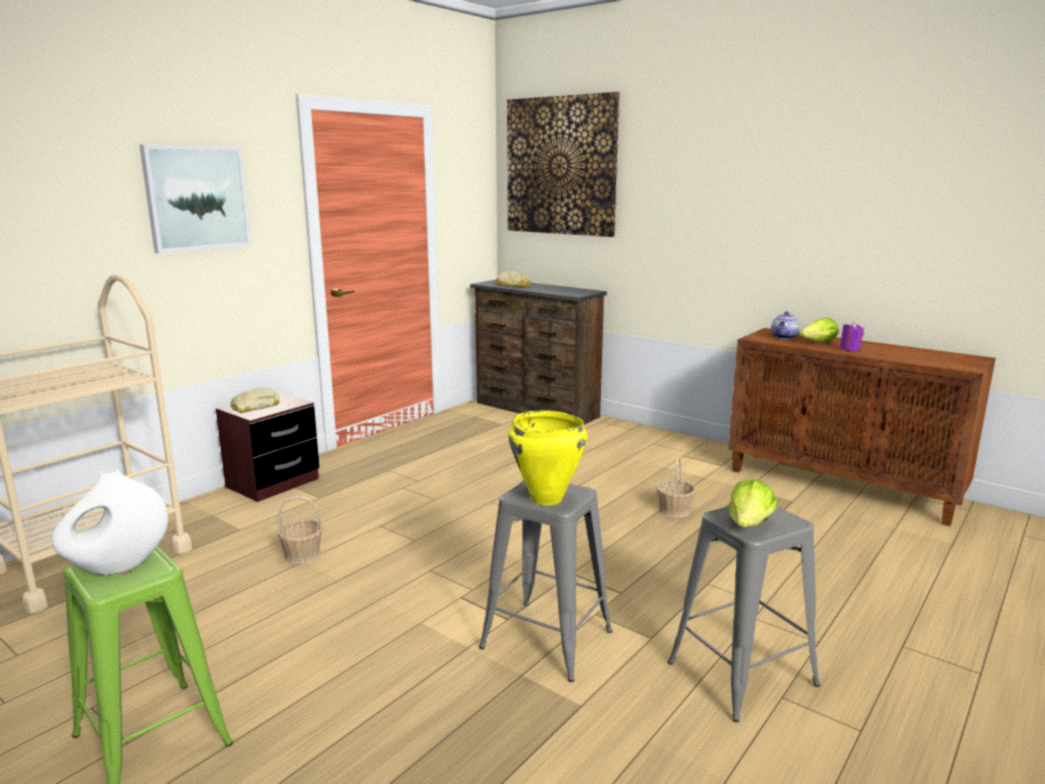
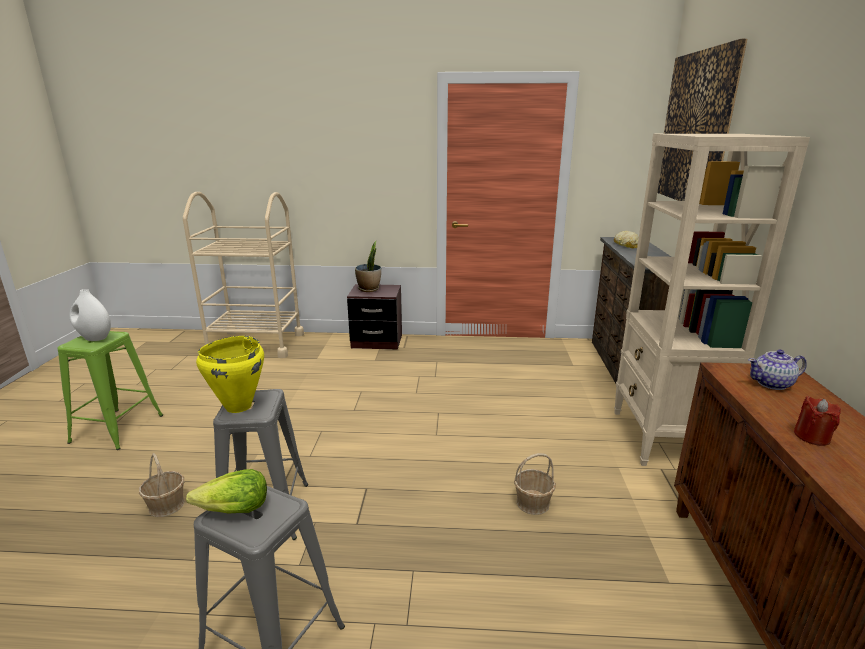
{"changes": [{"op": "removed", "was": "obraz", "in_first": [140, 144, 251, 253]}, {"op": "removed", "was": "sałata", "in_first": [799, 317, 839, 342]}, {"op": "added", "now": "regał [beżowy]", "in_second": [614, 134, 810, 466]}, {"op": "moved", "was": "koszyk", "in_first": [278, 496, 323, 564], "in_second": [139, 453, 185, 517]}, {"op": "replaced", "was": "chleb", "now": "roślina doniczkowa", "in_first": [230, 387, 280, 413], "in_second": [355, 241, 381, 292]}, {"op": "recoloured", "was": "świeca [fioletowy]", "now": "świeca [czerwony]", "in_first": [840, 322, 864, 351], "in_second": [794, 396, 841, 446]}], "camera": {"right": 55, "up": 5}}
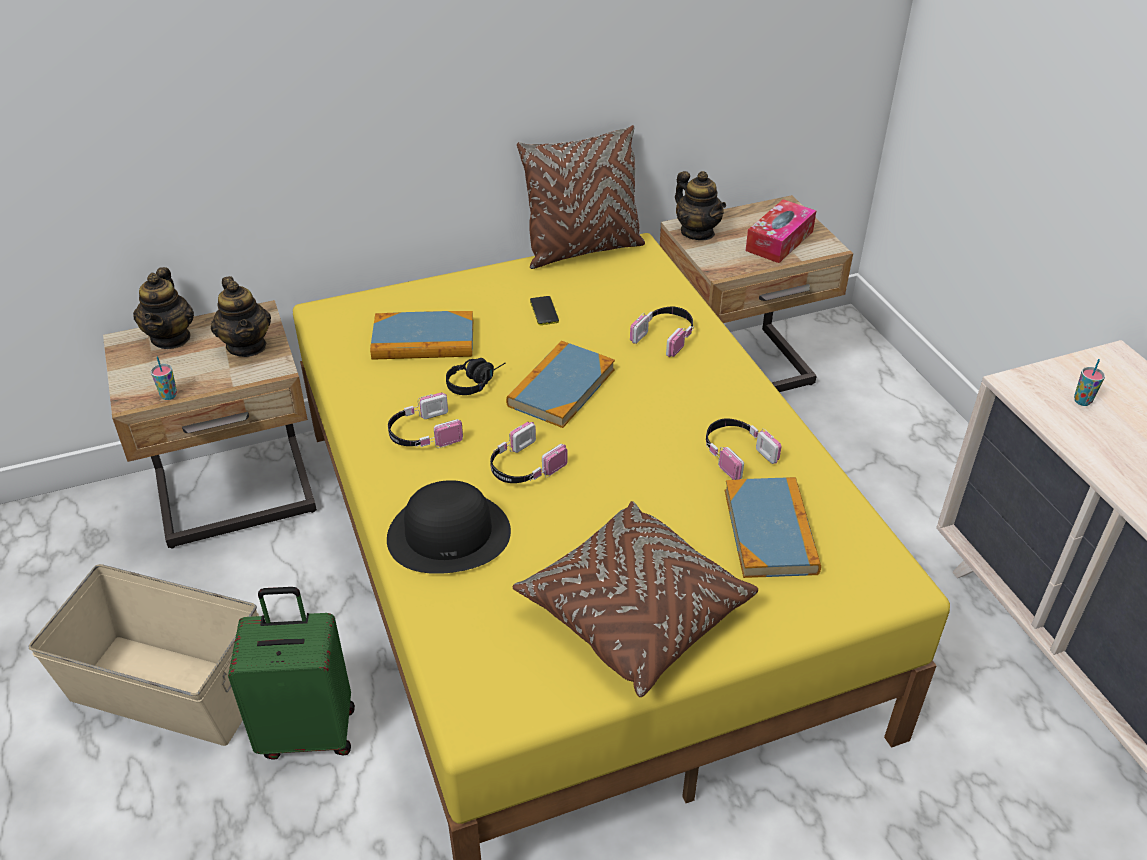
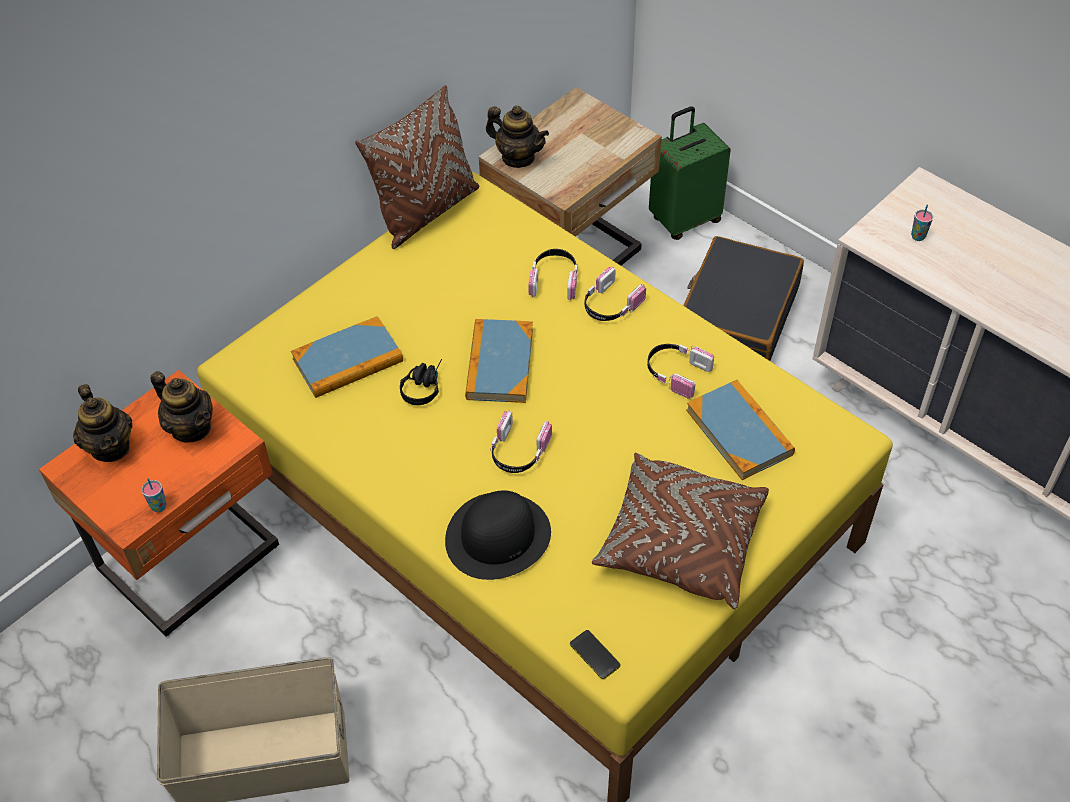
{"changes": [{"op": "removed", "was": "pudełko chusteczek", "in_first": [745, 199, 816, 263]}, {"op": "added", "now": "walizka [czarny]", "in_second": [683, 236, 804, 361]}, {"op": "moved", "was": "walizka [zielony]", "in_first": [228, 587, 355, 760], "in_second": [649, 106, 731, 240]}, {"op": "moved", "was": "słuchawki", "in_first": [388, 393, 463, 448], "in_second": [585, 267, 646, 321]}, {"op": "moved", "was": "telefon", "in_first": [530, 296, 559, 325], "in_second": [570, 630, 620, 679]}, {"op": "recoloured", "was": "szafka nocna [beżowy]", "now": "szafka nocna [pomarańczowy]", "in_first": [103, 300, 317, 548], "in_second": [39, 370, 279, 637]}], "camera": {"right": -25, "up": 10}}
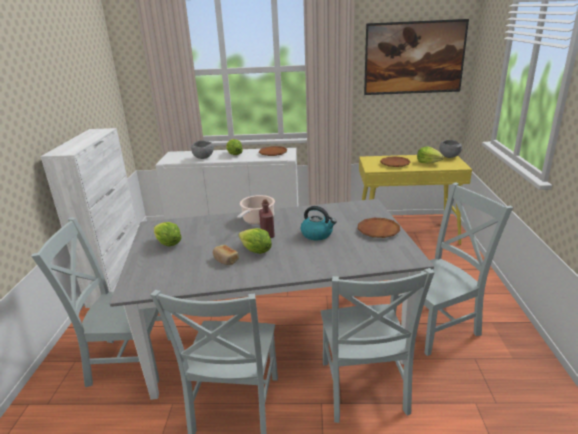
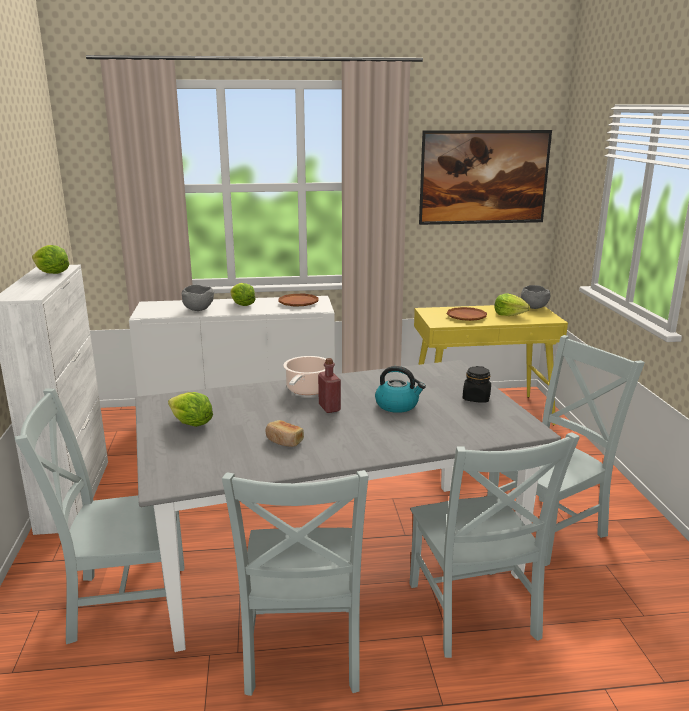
{"changes": [{"op": "moved", "was": "sałata", "in_first": [238, 228, 272, 254], "in_second": [32, 245, 69, 274]}, {"op": "replaced", "was": "talerz [brązowy]", "now": "słoik [czarny]", "in_first": [358, 218, 400, 238], "in_second": [463, 366, 491, 403]}], "camera": {"right": -10, "up": -5}}
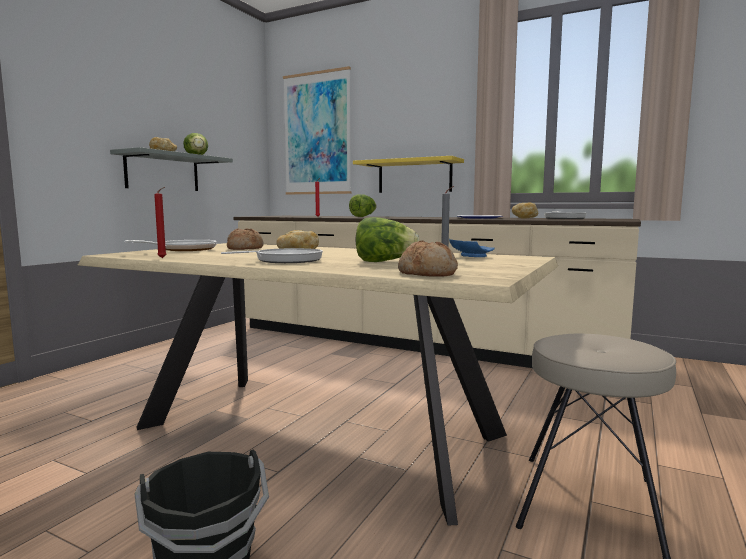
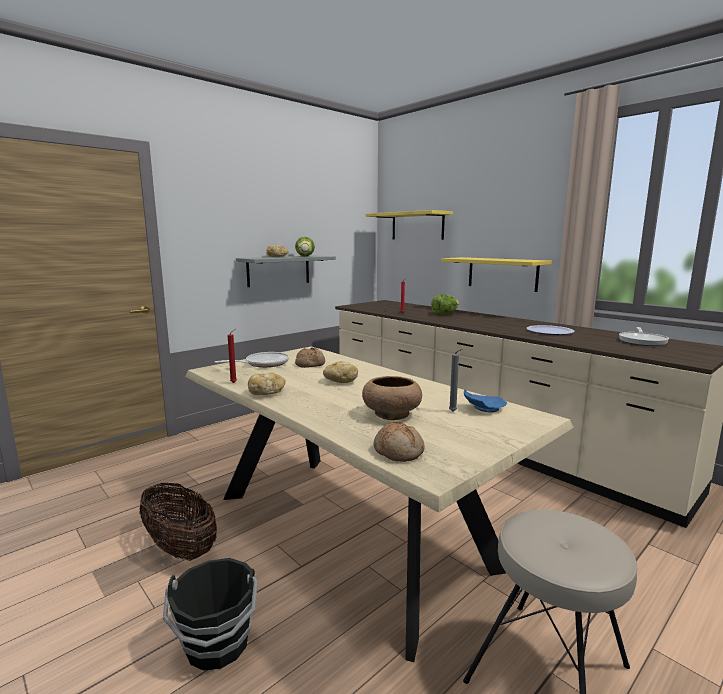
{"changes": [{"op": "removed", "was": "patelnia", "in_first": [221, 248, 323, 263]}, {"op": "added", "now": "koszyk", "in_second": [139, 483, 217, 561]}, {"op": "moved", "was": "chleb", "in_first": [512, 202, 538, 219], "in_second": [248, 372, 286, 395]}, {"op": "replaced", "was": "obraz", "now": "półka [żółty]", "in_first": [283, 66, 351, 195], "in_second": [366, 210, 453, 240]}, {"op": "replaced", "was": "sałata", "now": "miska [brązowy]", "in_first": [356, 217, 419, 262], "in_second": [362, 376, 422, 420]}], "camera": {"right": 20, "up": 5}}
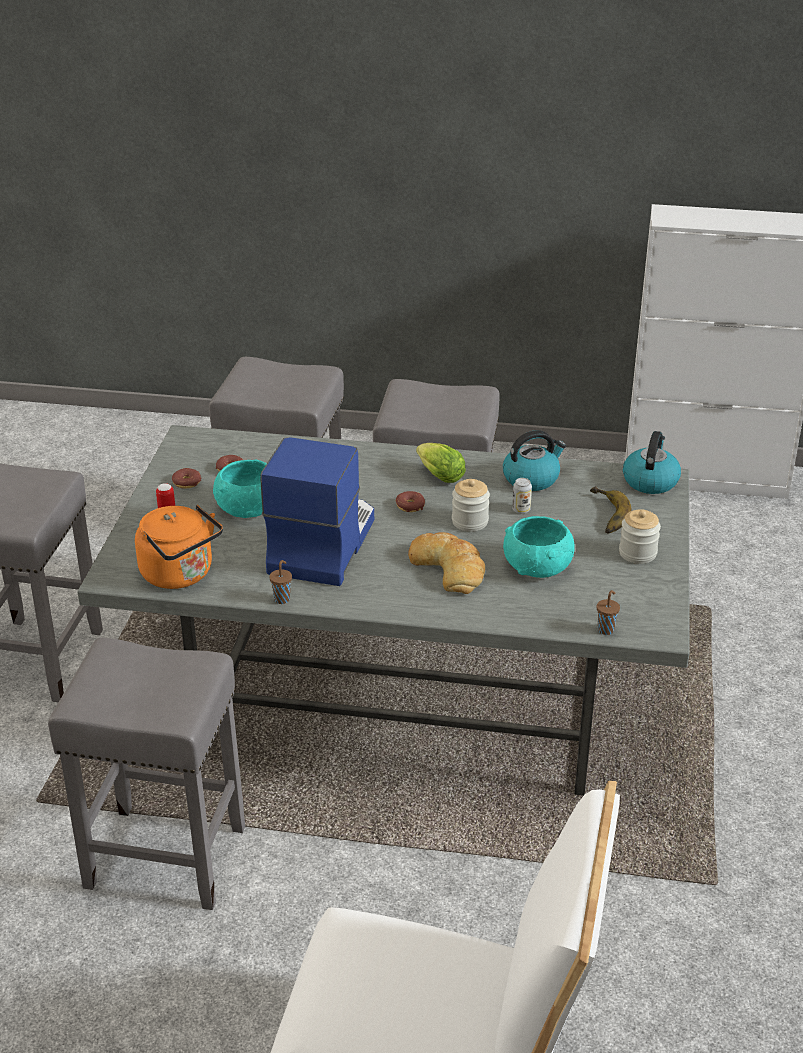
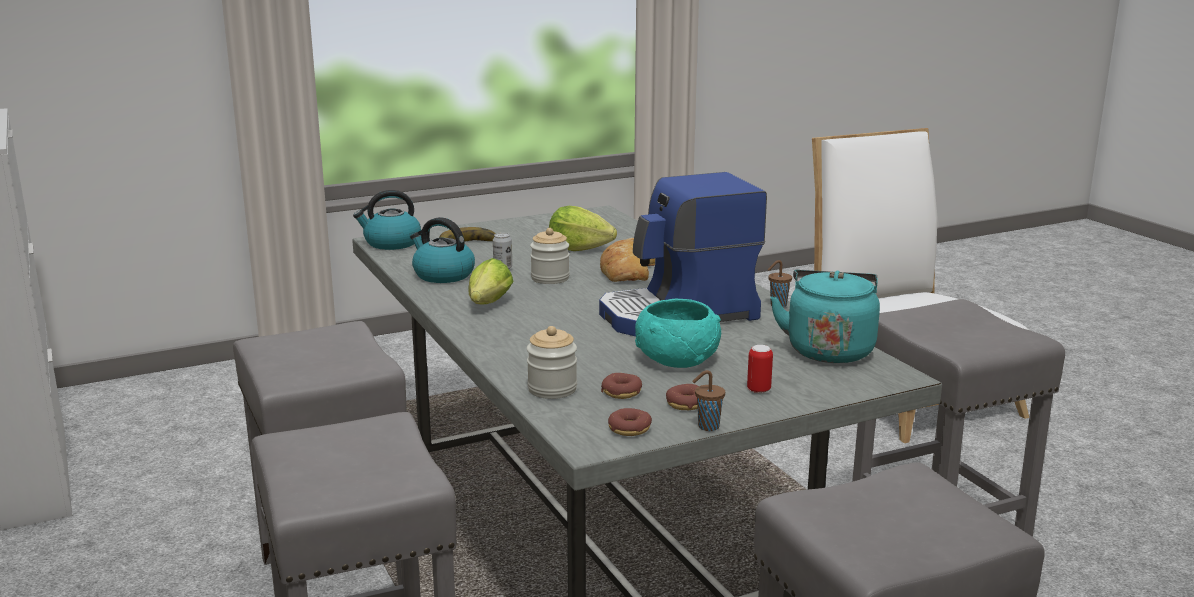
{"changes": [{"op": "moved", "was": "donut", "in_first": [396, 491, 425, 512], "in_second": [608, 408, 652, 436]}, {"op": "moved", "was": "filiżanka [brązowy]", "in_first": [597, 590, 620, 635], "in_second": [692, 370, 725, 431]}, {"op": "moved", "was": "słoik", "in_first": [619, 509, 661, 564], "in_second": [527, 326, 577, 399]}, {"op": "replaced", "was": "miska [turkusowy]", "now": "sałata", "in_first": [503, 516, 575, 578], "in_second": [549, 206, 617, 251]}, {"op": "recoloured", "was": "czajnik [pomarańczowy]", "now": "czajnik [turkusowy]", "in_first": [135, 505, 223, 589], "in_second": [770, 270, 880, 363]}], "camera": {"right": -125, "up": -15}}
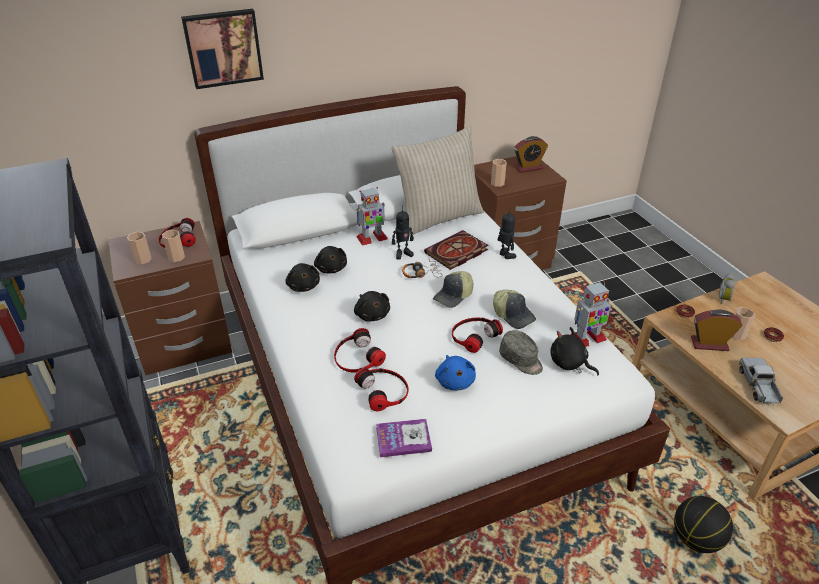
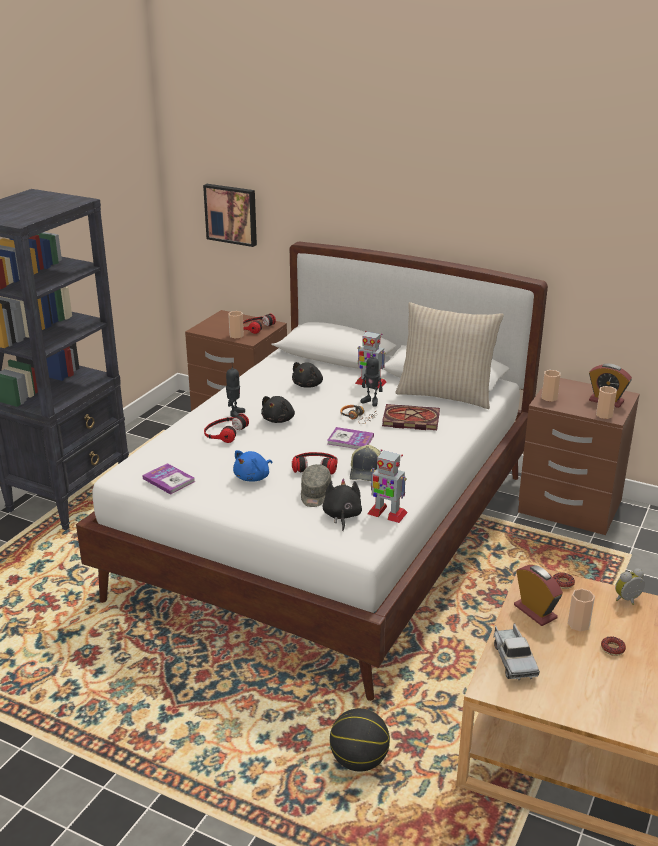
{"changes": [{"op": "removed", "was": "pluszak [czarny]", "in_first": [285, 263, 320, 292]}, {"op": "removed", "was": "słuchawki", "in_first": [354, 368, 409, 411]}, {"op": "moved", "was": "filiżanka", "in_first": [127, 232, 152, 264], "in_second": [596, 386, 617, 419]}, {"op": "moved", "was": "obraz", "in_first": [181, 9, 264, 89], "in_second": [203, 184, 257, 247]}, {"op": "moved", "was": "robot zabawkowy", "in_first": [497, 208, 516, 259], "in_second": [226, 367, 245, 417]}, {"op": "replaced", "was": "czapka z daszkiem", "now": "książka", "in_first": [433, 271, 473, 308], "in_second": [327, 427, 374, 449]}, {"op": "turned", "was": "ciężarówka zabawkowa", "in_first": [739, 358, 783, 406], "in_second": [494, 624, 540, 680], "clockwise": 120}], "camera": {"right": 50, "up": -10}}
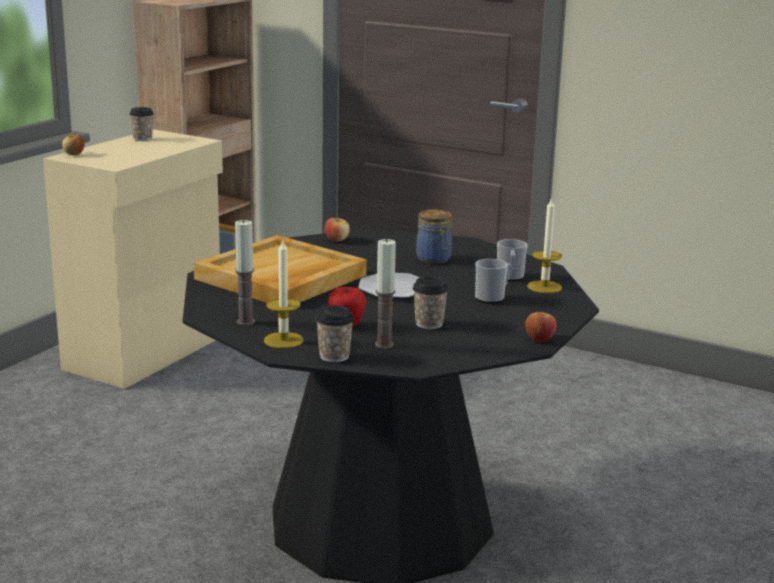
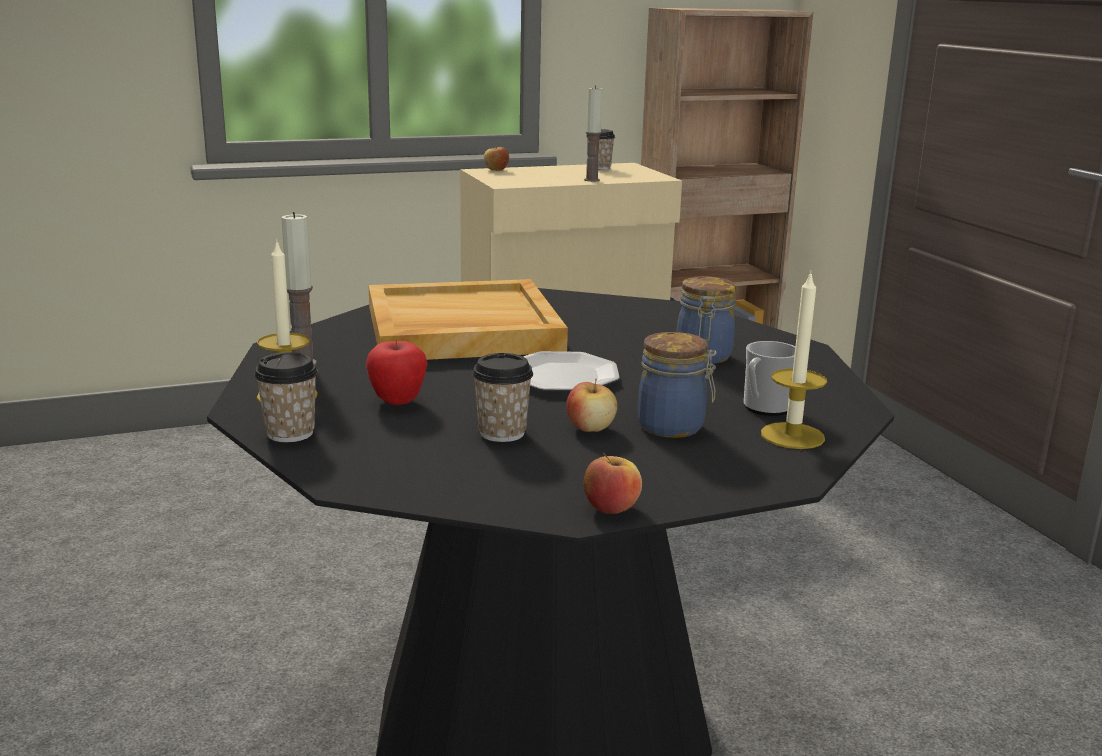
{"changes": [{"op": "moved", "was": "jabłko", "in_first": [324, 216, 350, 242], "in_second": [566, 379, 618, 432]}, {"op": "moved", "was": "świeca", "in_first": [375, 238, 396, 349], "in_second": [584, 85, 603, 182]}, {"op": "replaced", "was": "kubek", "now": "słoik", "in_first": [475, 259, 512, 304], "in_second": [637, 332, 717, 438]}], "camera": {"right": 40, "up": 0}}
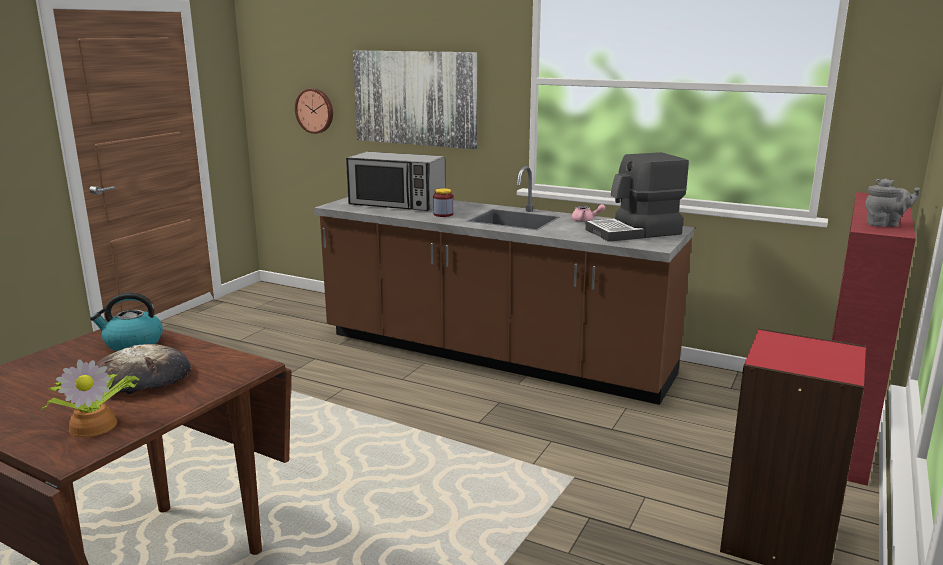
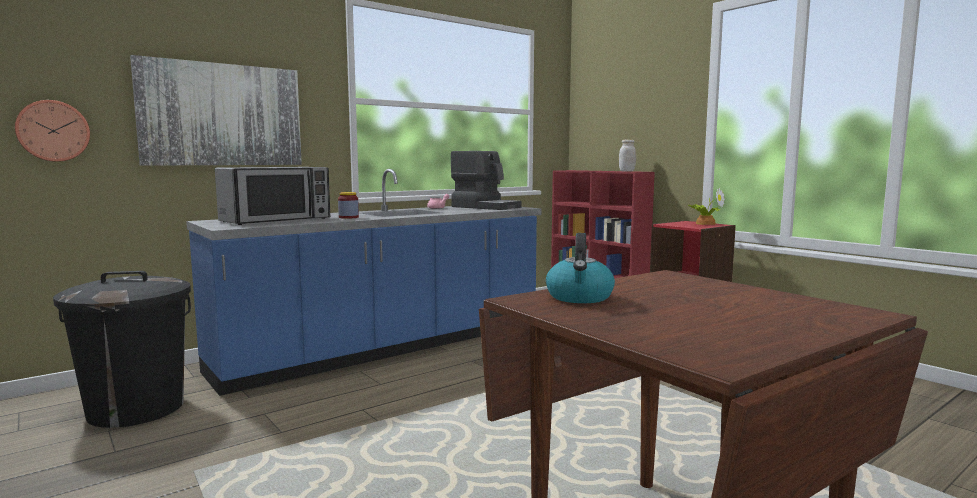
{"changes": [{"op": "removed", "was": "chleb", "in_first": [95, 344, 191, 395]}, {"op": "added", "now": "kosz na śmieci [czarny]", "in_second": [53, 271, 191, 428]}, {"op": "moved", "was": "roślina doniczkowa", "in_first": [41, 359, 139, 437], "in_second": [688, 188, 725, 225]}, {"op": "replaced", "was": "imbryk [szary]", "now": "słoik [biały]", "in_first": [865, 178, 920, 227], "in_second": [619, 140, 636, 172]}, {"op": "recoloured", "was": "zabudowa kuchenna [brązowy]", "now": "zabudowa kuchenna [niebieski]", "in_first": [314, 166, 695, 405], "in_second": [186, 169, 541, 396]}, {"op": "turned", "was": "ekspres do kawy", "in_first": [585, 152, 689, 242], "in_second": [451, 151, 522, 210], "clockwise": -60}], "camera": {"right": -65, "up": -10}}
